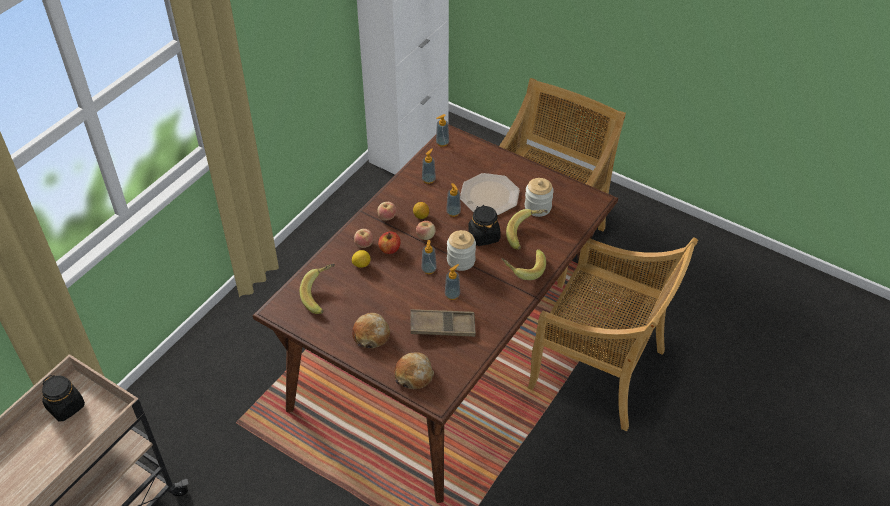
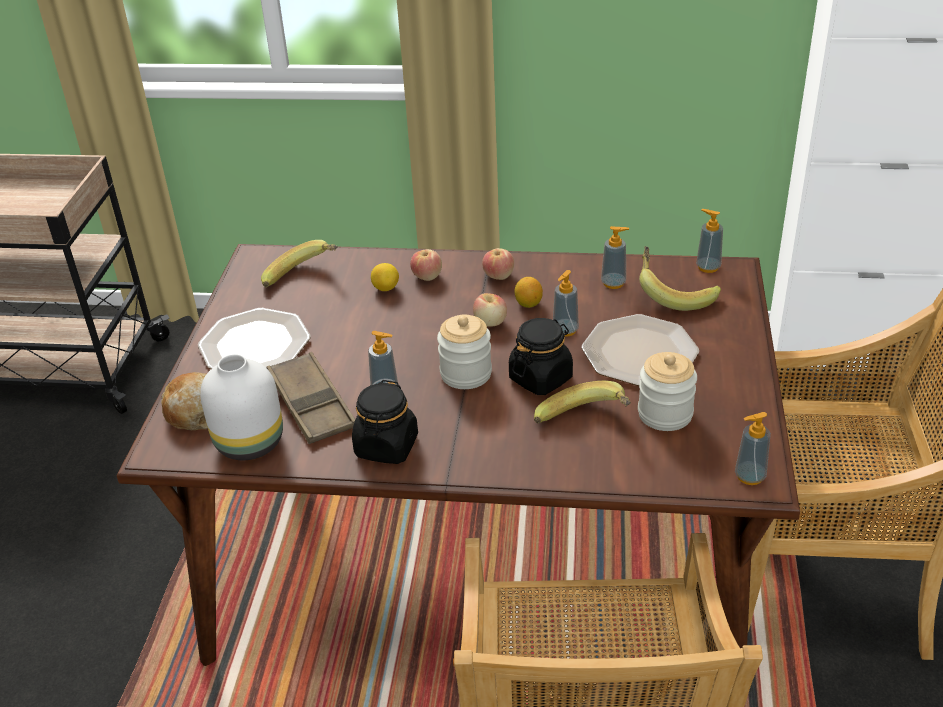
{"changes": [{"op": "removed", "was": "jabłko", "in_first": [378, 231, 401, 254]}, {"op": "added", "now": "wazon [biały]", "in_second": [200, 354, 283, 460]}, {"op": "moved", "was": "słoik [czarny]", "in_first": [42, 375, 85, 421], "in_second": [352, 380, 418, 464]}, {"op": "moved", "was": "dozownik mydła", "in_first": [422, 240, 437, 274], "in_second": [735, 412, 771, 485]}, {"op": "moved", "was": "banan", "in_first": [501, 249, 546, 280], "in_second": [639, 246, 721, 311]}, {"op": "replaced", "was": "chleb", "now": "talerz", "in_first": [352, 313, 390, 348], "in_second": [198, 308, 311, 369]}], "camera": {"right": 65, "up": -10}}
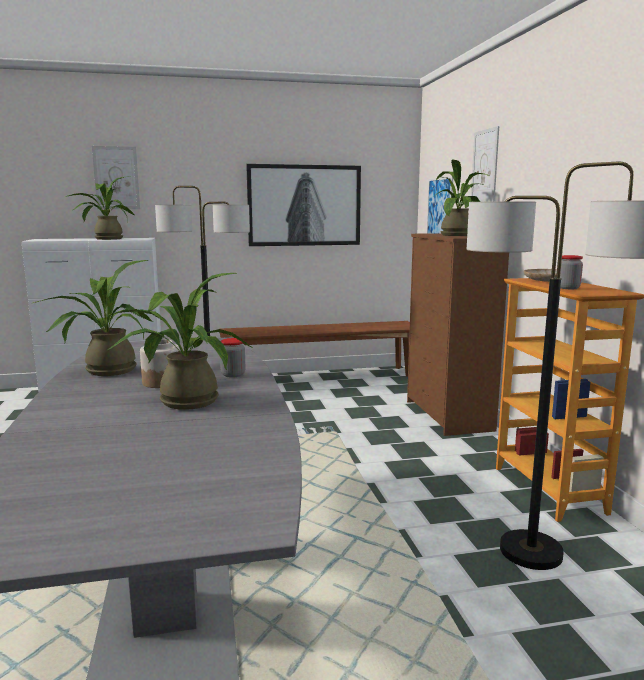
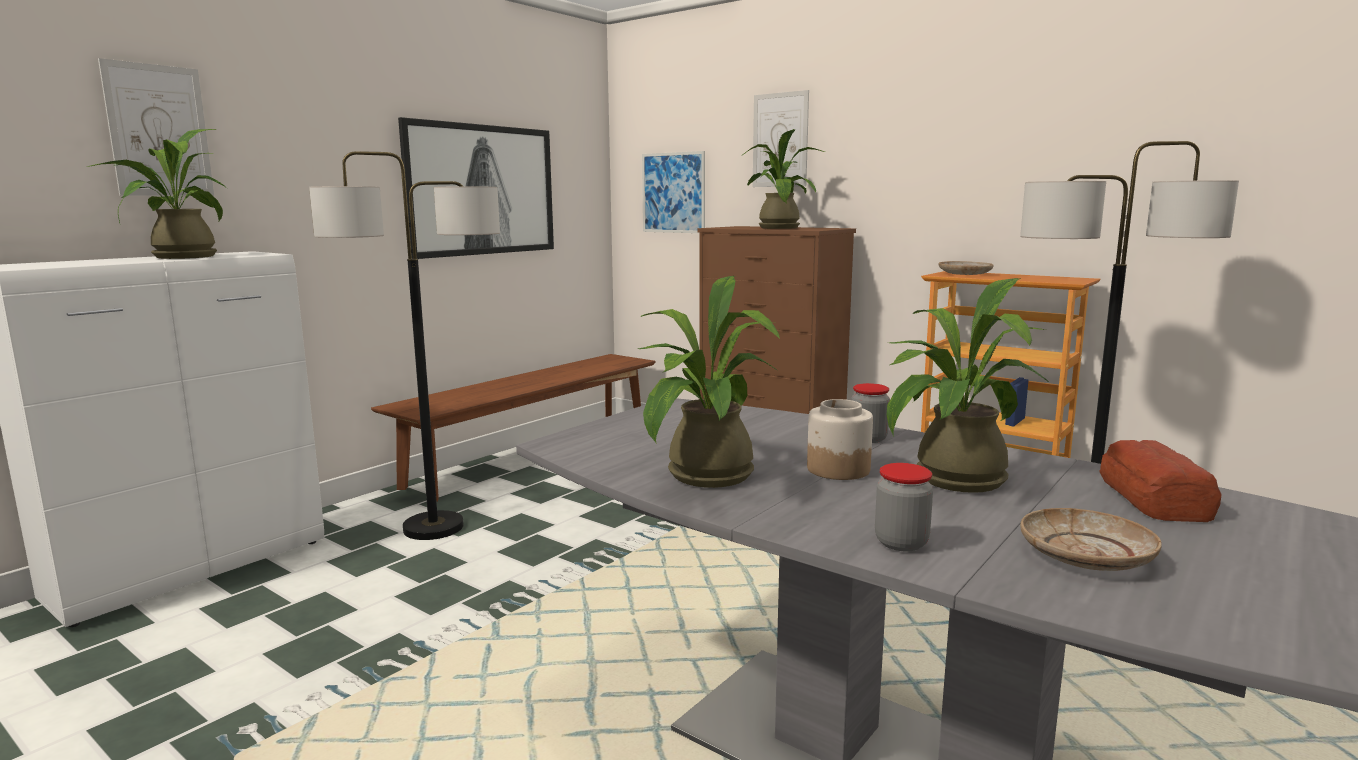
{"changes": [{"op": "added", "now": "talerz [beżowy]", "in_second": [1020, 508, 1162, 571]}, {"op": "added", "now": "chleb", "in_second": [1099, 440, 1221, 522]}, {"op": "moved", "was": "słoik", "in_first": [560, 255, 583, 289], "in_second": [875, 463, 933, 551]}], "camera": {"right": -40, "up": 0}}
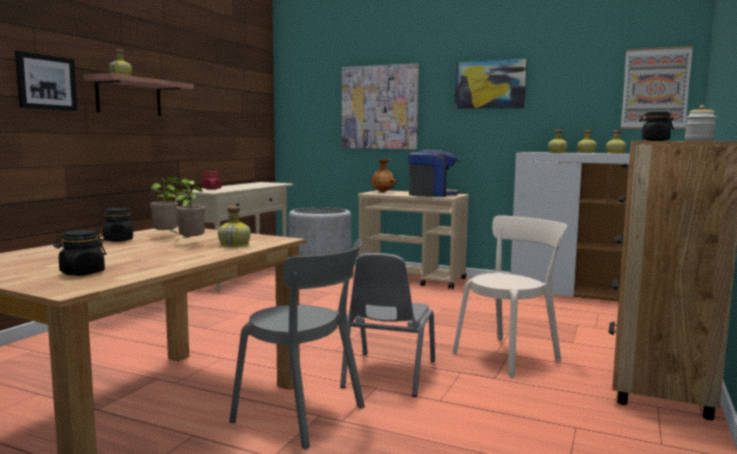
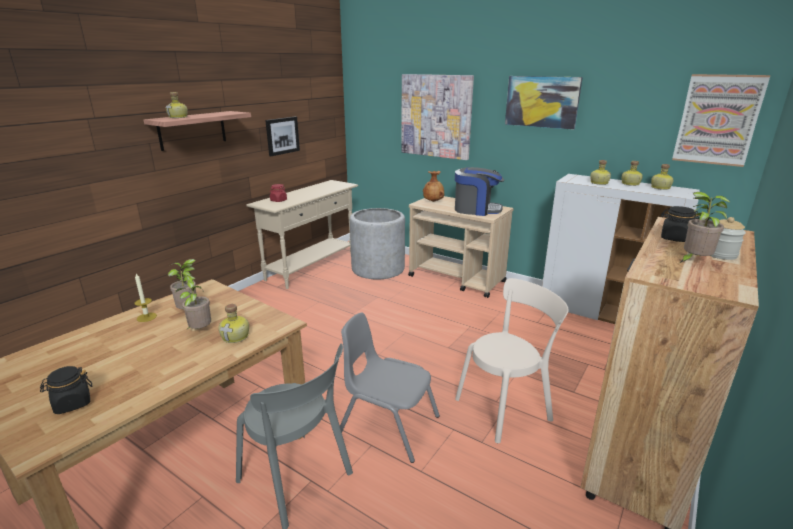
{"changes": [{"op": "added", "now": "roślina doniczkowa", "in_second": [680, 192, 730, 263]}, {"op": "moved", "was": "obraz", "in_first": [15, 51, 77, 111], "in_second": [265, 117, 300, 156]}, {"op": "replaced", "was": "słoik [czarny]", "now": "świeca", "in_first": [103, 208, 133, 242], "in_second": [134, 274, 157, 322]}, {"op": "turned", "was": "krzesło [szary]", "in_first": [340, 253, 435, 397], "in_second": [340, 312, 440, 463], "clockwise": 90}], "camera": {"right": 10, "up": 15}}
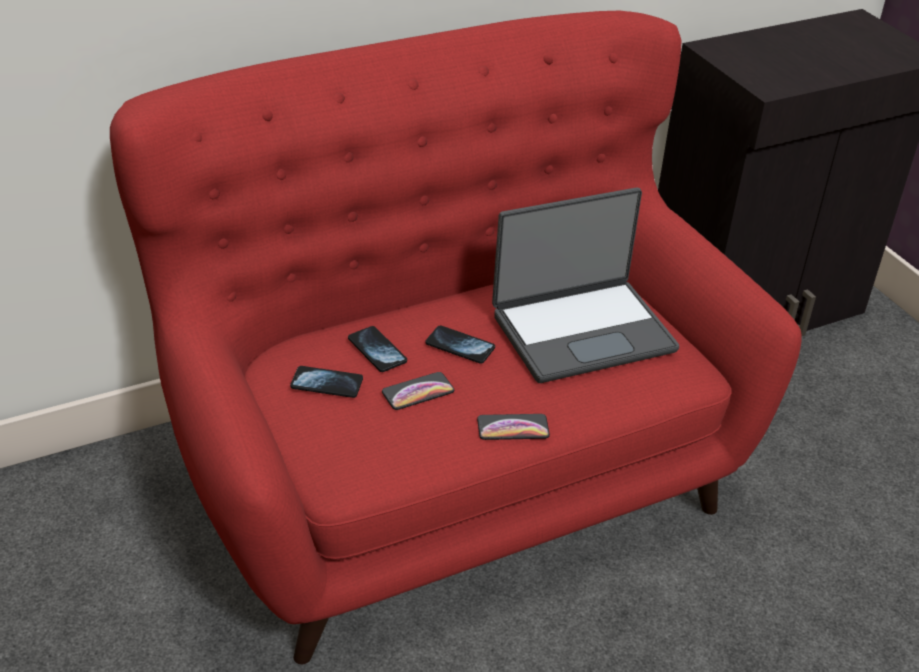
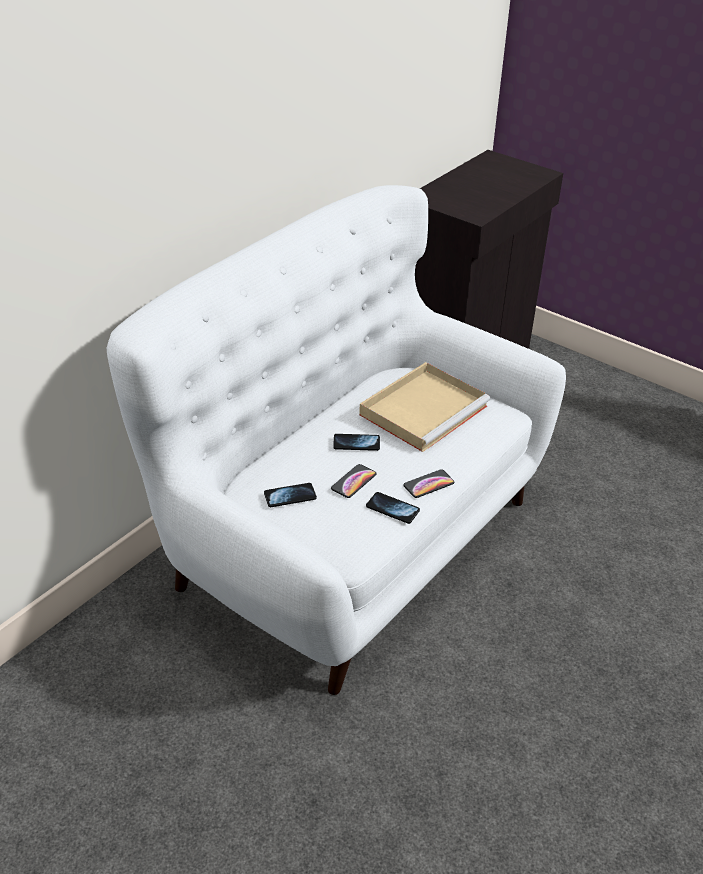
{"changes": [{"op": "moved", "was": "telefon", "in_first": [348, 326, 407, 372], "in_second": [366, 492, 420, 524]}, {"op": "replaced", "was": "laptop", "now": "taca [beżowy]", "in_first": [492, 187, 679, 383], "in_second": [359, 362, 490, 452]}, {"op": "recoloured", "was": "kanapa [czerwony]", "now": "kanapa [biały]", "in_first": [110, 11, 802, 665], "in_second": [107, 185, 566, 695]}], "camera": {"right": -25, "up": 0}}
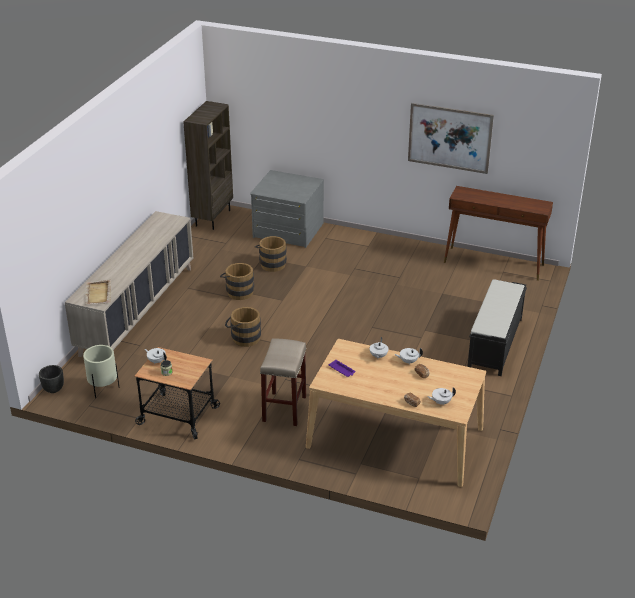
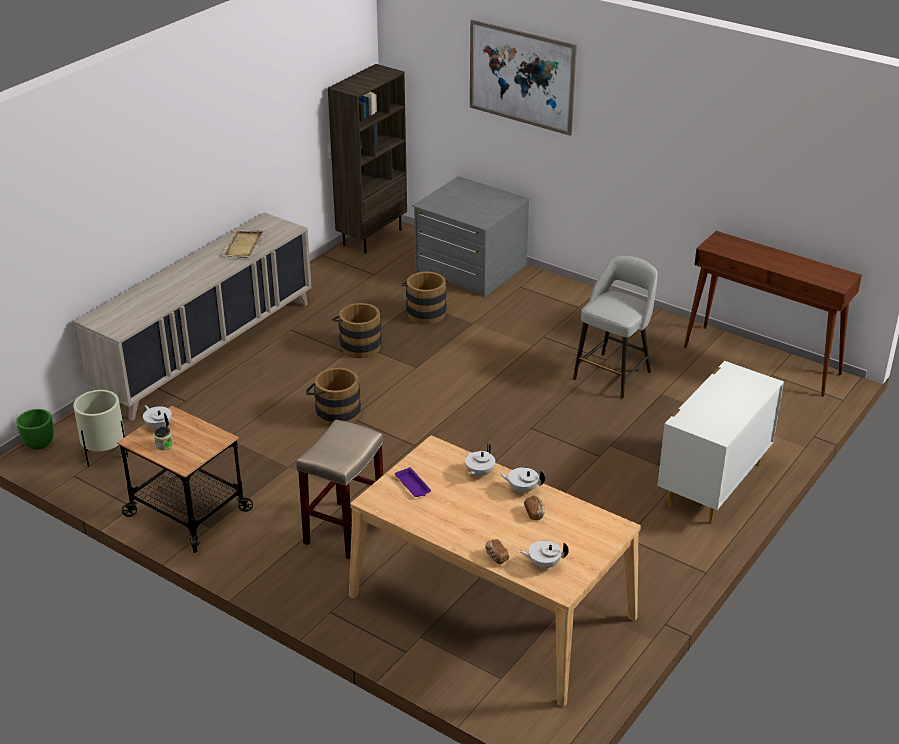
{"changes": [{"op": "added", "now": "stołek [szary]", "in_second": [573, 256, 658, 399]}, {"op": "moved", "was": "taca [beżowy]", "in_first": [85, 280, 111, 305], "in_second": [221, 230, 266, 258]}, {"op": "moved", "was": "obraz", "in_first": [408, 103, 494, 174], "in_second": [470, 19, 577, 136]}, {"op": "replaced", "was": "ławka [czarny]", "now": "komoda [biały]", "in_first": [467, 279, 527, 376], "in_second": [657, 361, 784, 524]}, {"op": "recoloured", "was": "donica [czarny]", "now": "donica [zielony]", "in_first": [39, 365, 64, 393], "in_second": [16, 409, 54, 450]}], "camera": {"right": 15, "up": 0}}
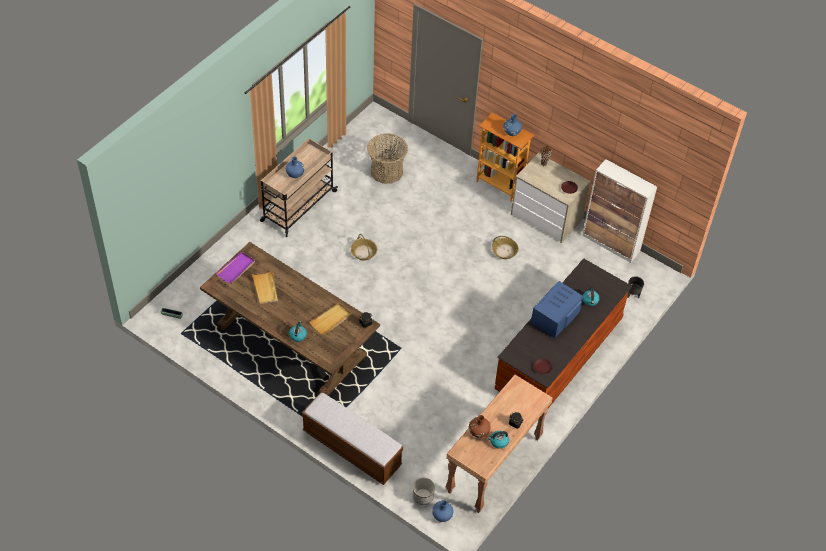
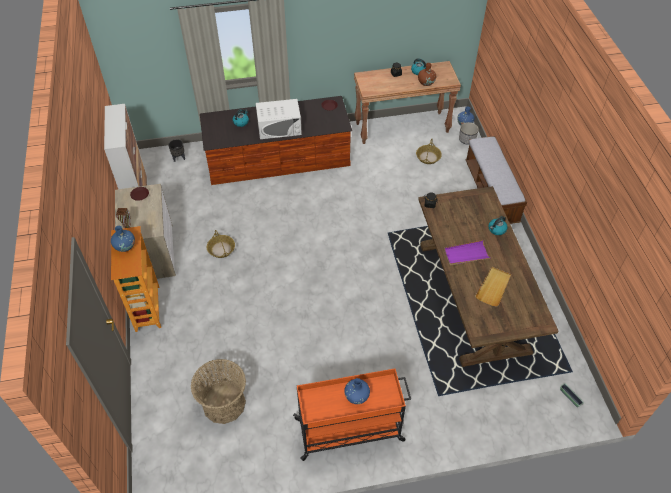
{"changes": [{"op": "removed", "was": "taca [beżowy]", "in_first": [310, 303, 351, 335]}, {"op": "moved", "was": "taca [fioletowy]", "in_first": [216, 252, 255, 284], "in_second": [444, 240, 490, 265]}, {"op": "moved", "was": "koszyk", "in_first": [351, 234, 377, 260], "in_second": [416, 139, 442, 164]}, {"op": "recoloured", "was": "wózek [beżowy]", "now": "wózek [pomarańczowy]", "in_first": [260, 138, 338, 237], "in_second": [293, 369, 411, 461]}, {"op": "recoloured", "was": "mikrofalówka [niebieski]", "now": "mikrofalówka [biały]", "in_first": [531, 281, 583, 338], "in_second": [256, 99, 302, 139]}], "camera": {"right": -135, "up": 0}}
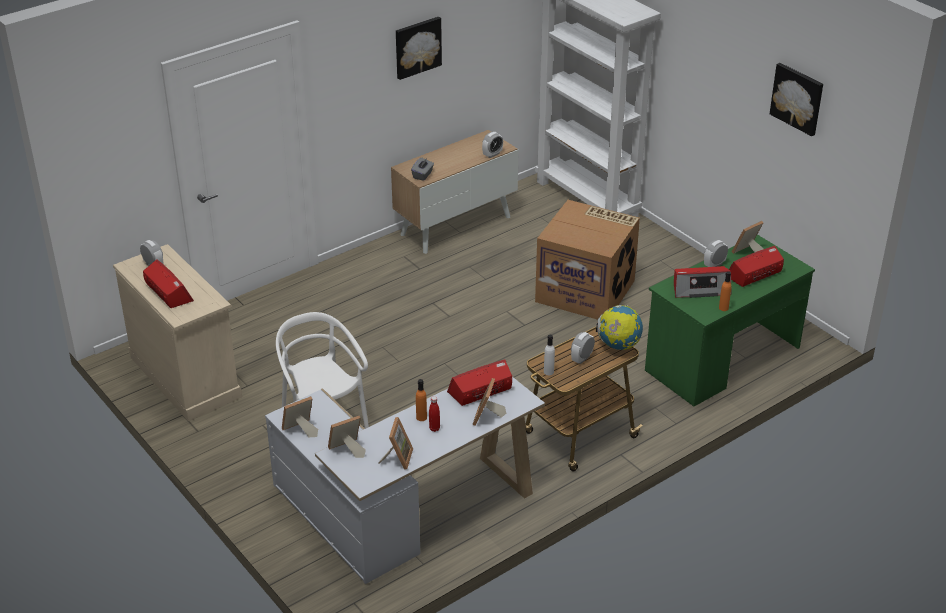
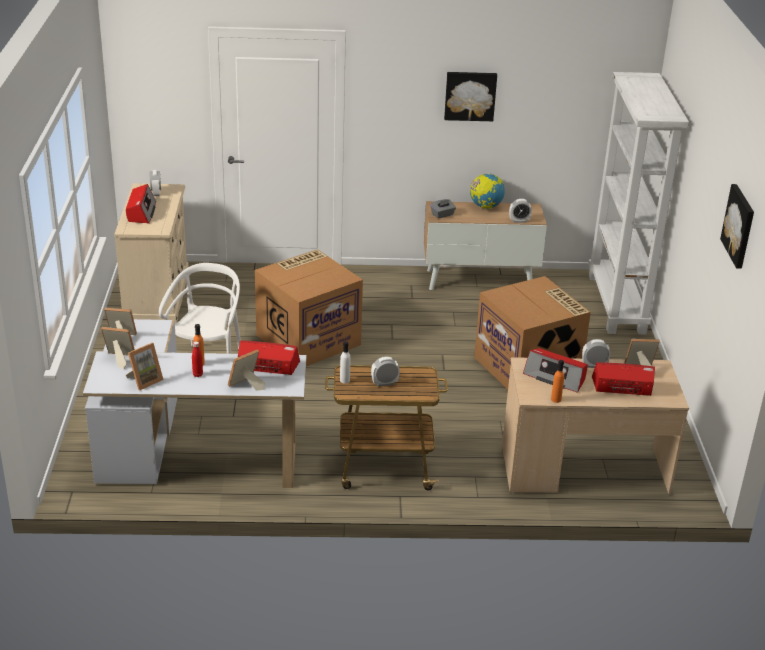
{"changes": [{"op": "added", "now": "karton", "in_second": [255, 249, 363, 366]}, {"op": "moved", "was": "globus", "in_first": [596, 305, 643, 350], "in_second": [470, 173, 505, 209]}, {"op": "recoloured", "was": "biurko [zielony]", "now": "biurko [beżowy]", "in_first": [645, 235, 815, 406], "in_second": [502, 357, 689, 494]}], "camera": {"right": 35, "up": -5}}
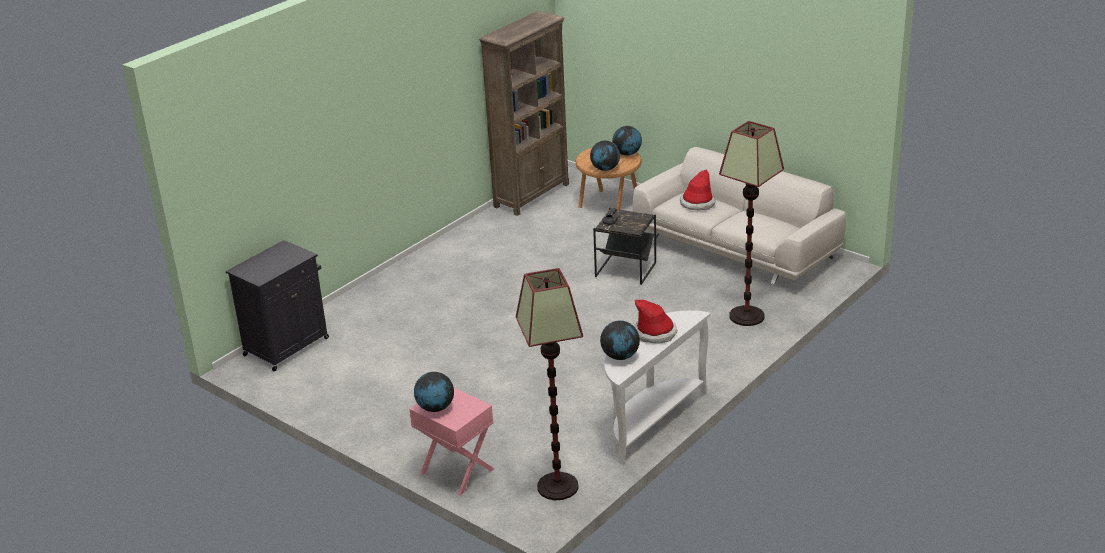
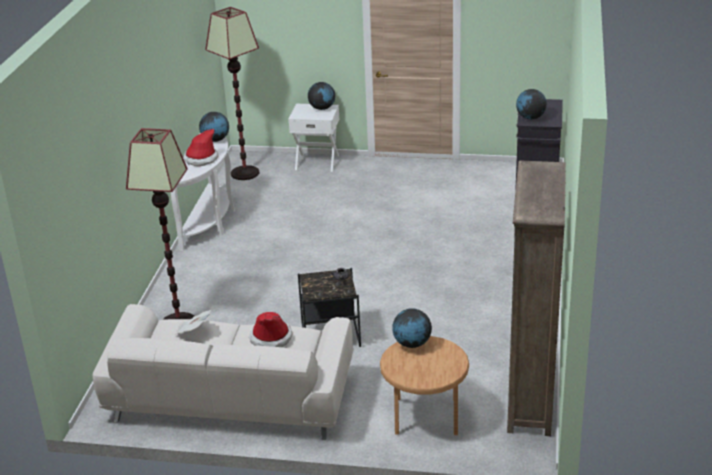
{"changes": [{"op": "added", "now": "gazeta", "in_second": [175, 310, 211, 335]}, {"op": "moved", "was": "globus", "in_first": [612, 126, 642, 156], "in_second": [516, 89, 547, 119]}, {"op": "recoloured", "was": "szafka nocna [różowy]", "now": "szafka nocna [biały]", "in_first": [409, 388, 494, 496], "in_second": [288, 104, 340, 172]}], "camera": {"right": 150, "up": 0}}
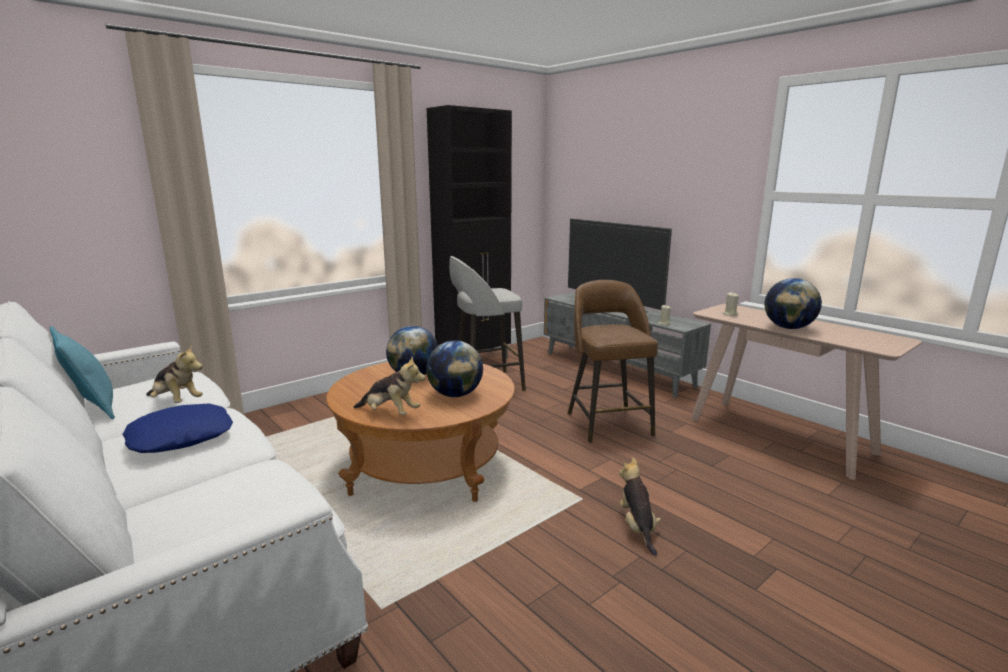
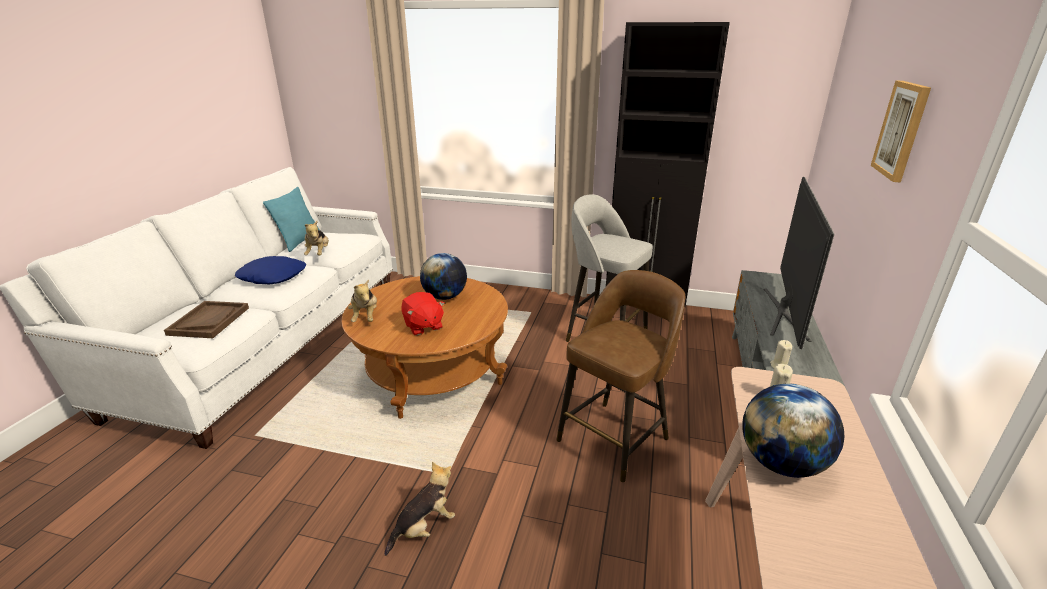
{"changes": [{"op": "added", "now": "taca [brązowy]", "in_second": [164, 301, 249, 338]}, {"op": "added", "now": "obraz", "in_second": [871, 81, 931, 182]}, {"op": "replaced", "was": "globus", "now": "pluszak [czerwony]", "in_first": [426, 341, 483, 397], "in_second": [401, 292, 445, 335]}], "camera": {"right": 55, "up": 10}}
